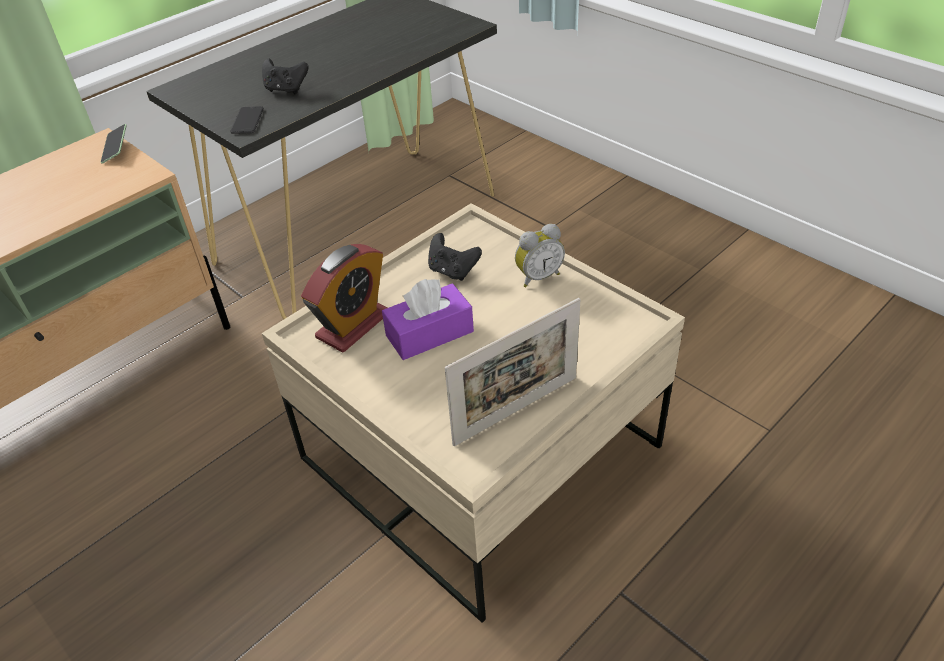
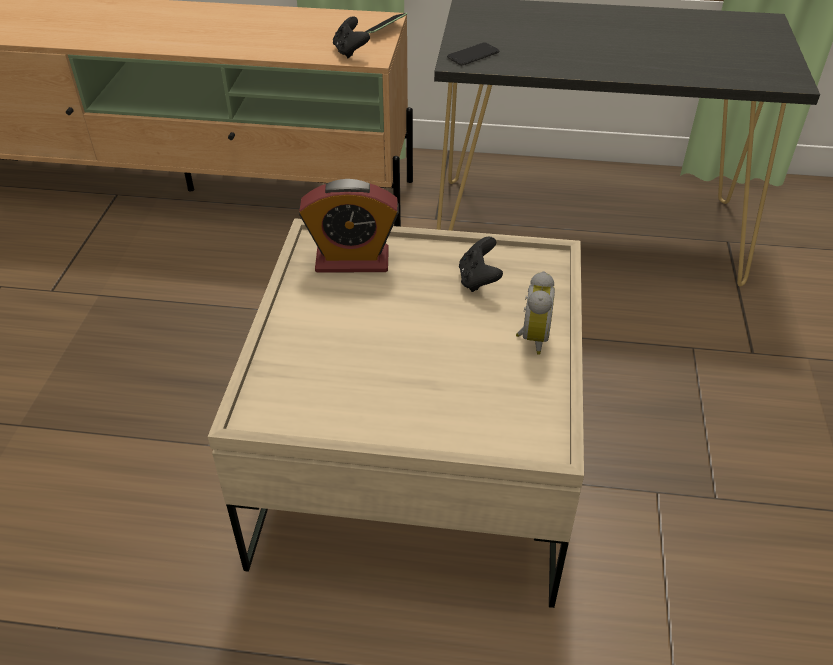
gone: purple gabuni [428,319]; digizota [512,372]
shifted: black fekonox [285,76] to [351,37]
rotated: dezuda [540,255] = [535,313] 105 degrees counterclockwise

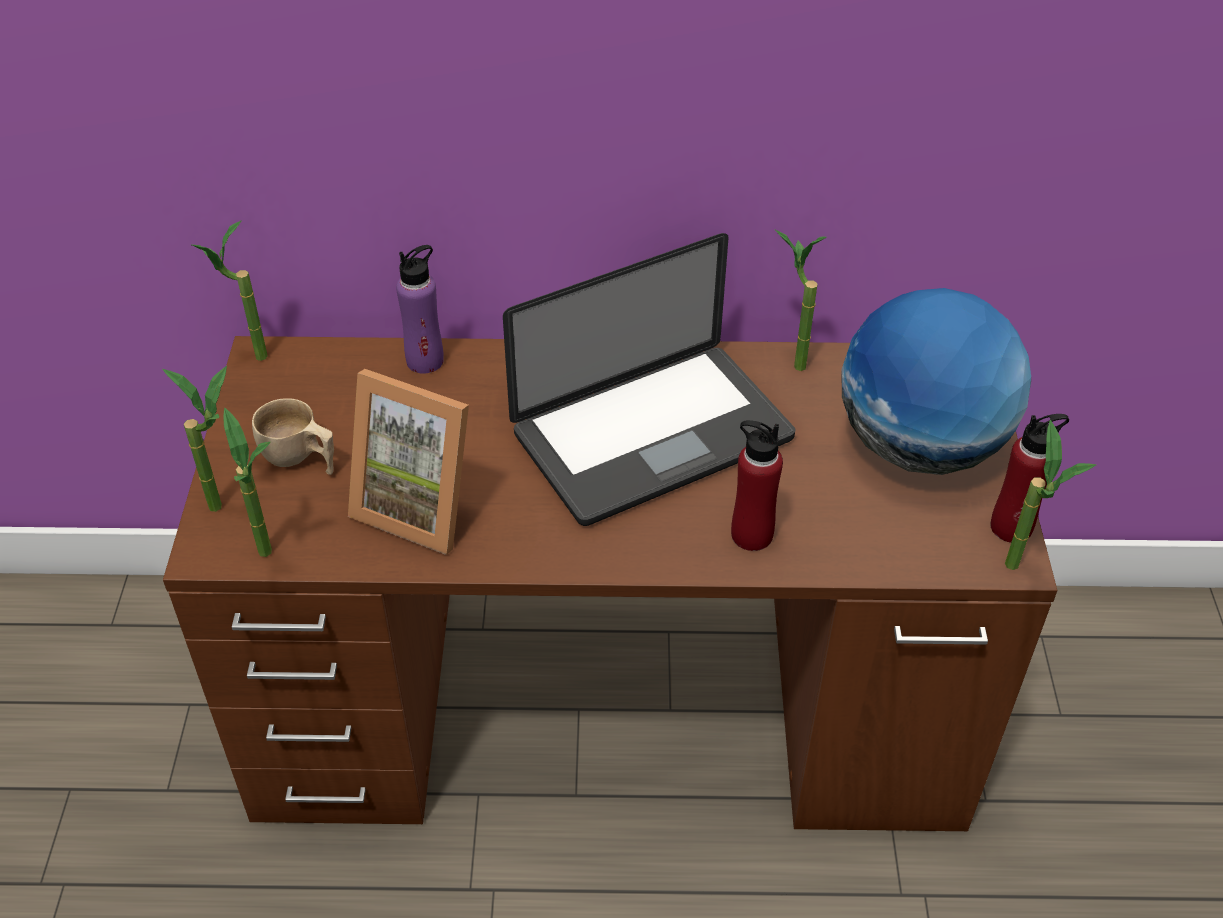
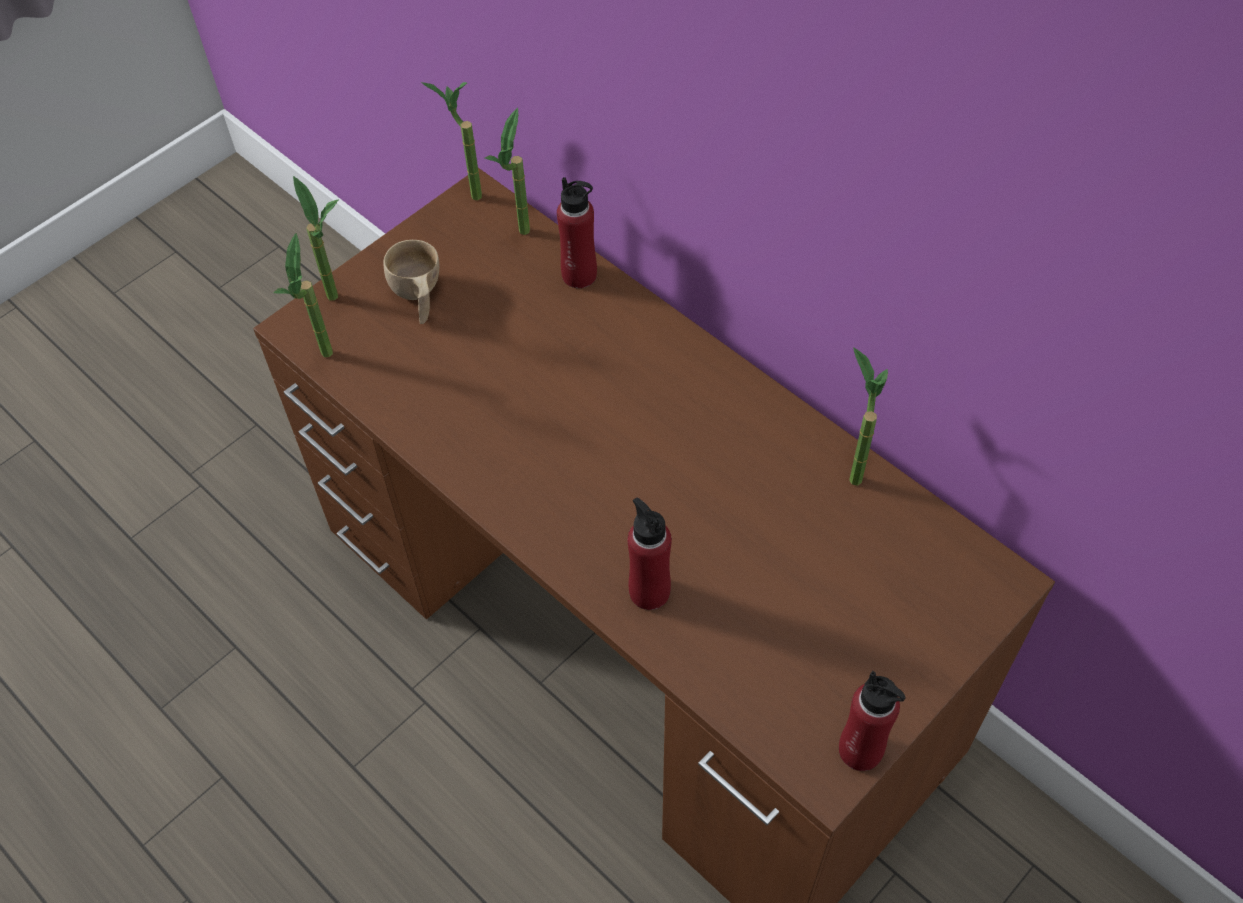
gone: digizota [408,462]; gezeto [649,379]; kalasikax [936,381]
shifted: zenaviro [1050,495] to [507,171]
repainted: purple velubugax [420,309] to red velubugax [577,232]

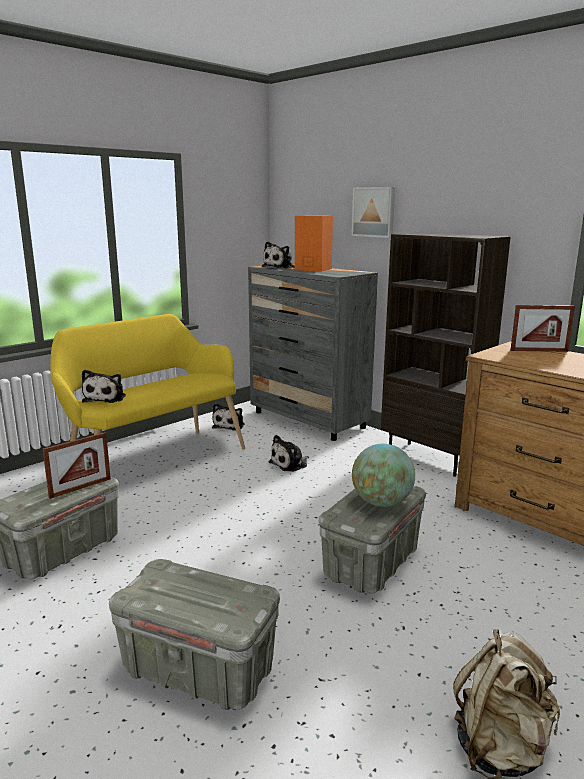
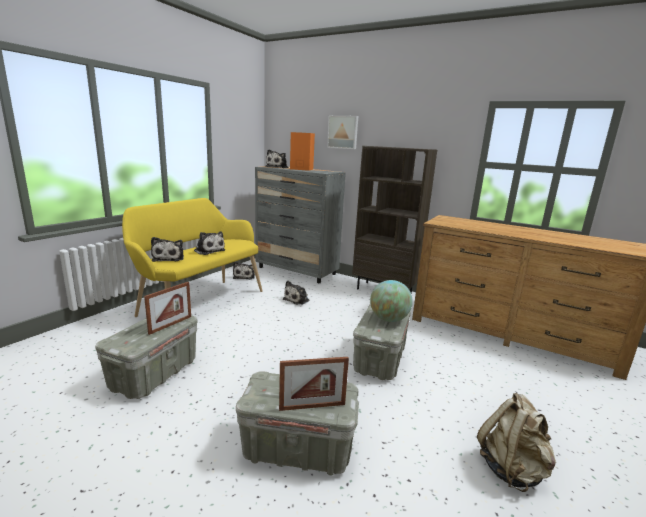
new: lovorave [209,243]
shifted: digizota [543,328] to [314,384]

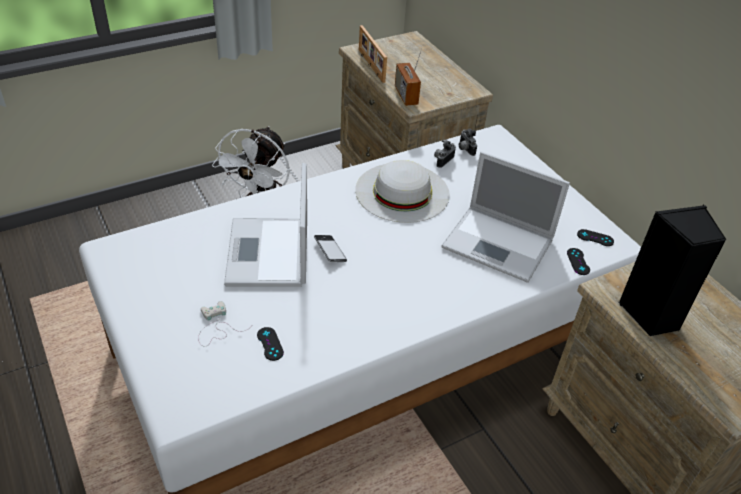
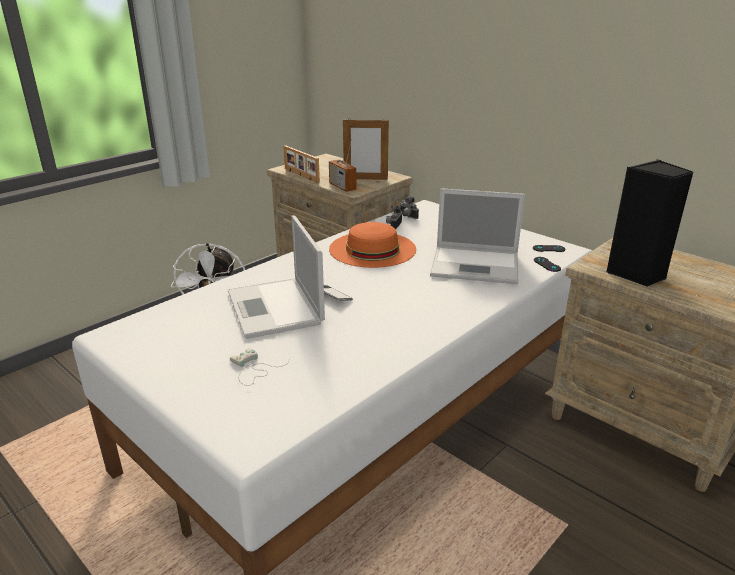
gone: black fekonox [270,344]
new: digizota [366,149]
repainted: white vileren [402,191] to orange vileren [372,245]

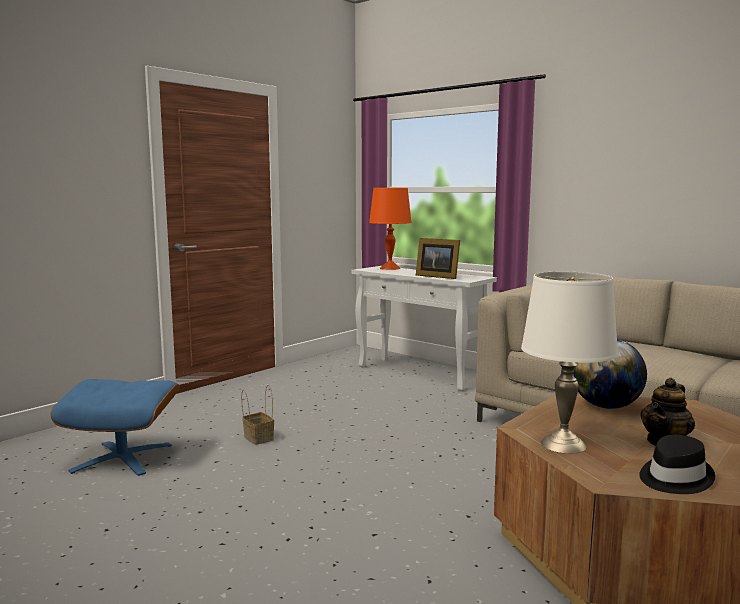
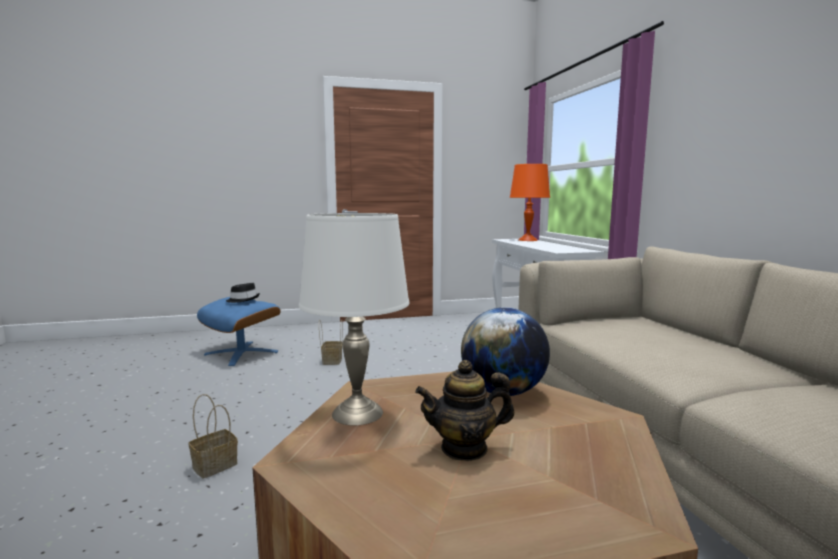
gone: digizota [438,258]
new: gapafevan [213,436]
shifted: black vileren [677,464] to [243,293]

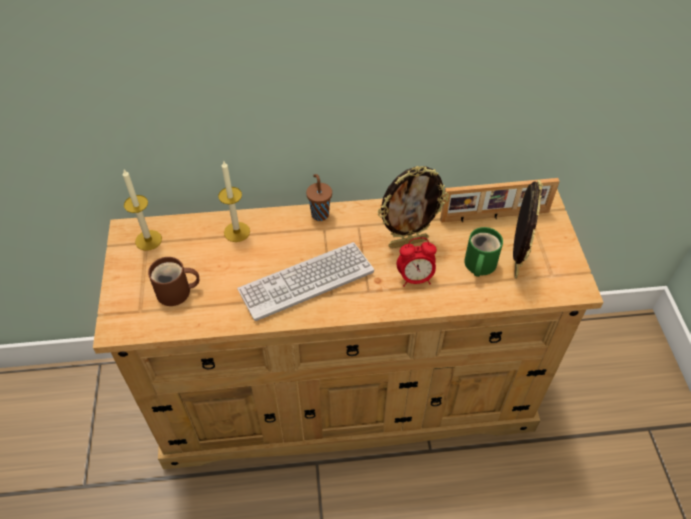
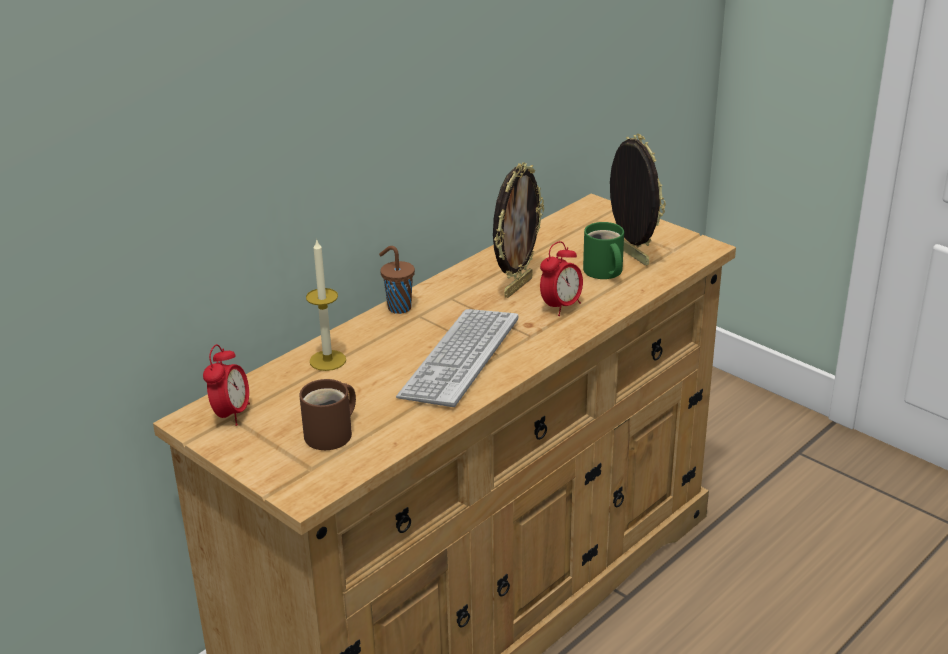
gone: digizota [500,200]
swapped: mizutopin [142,210] to dezuda [226,385]

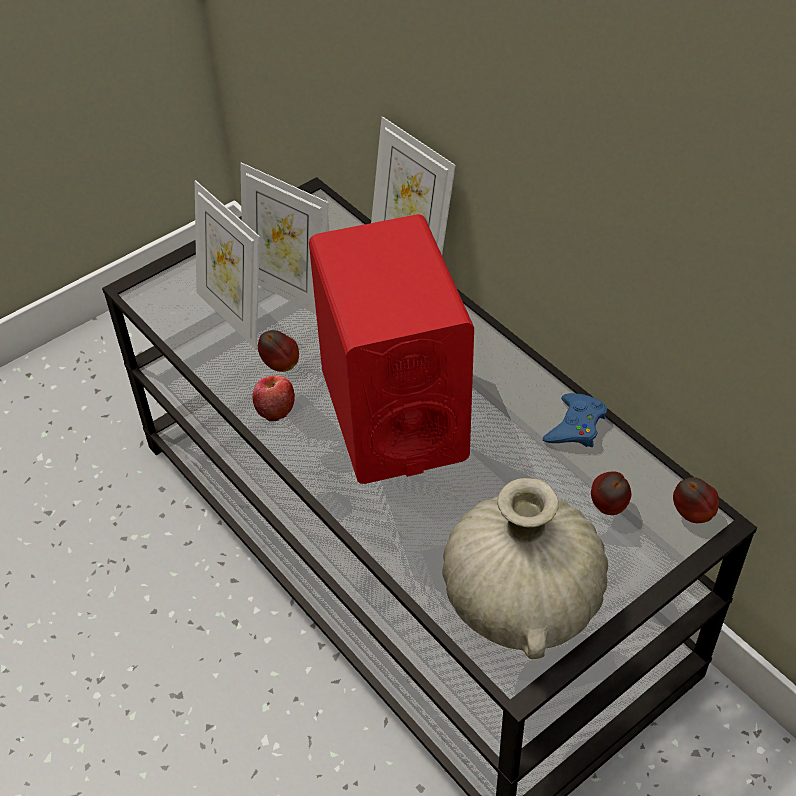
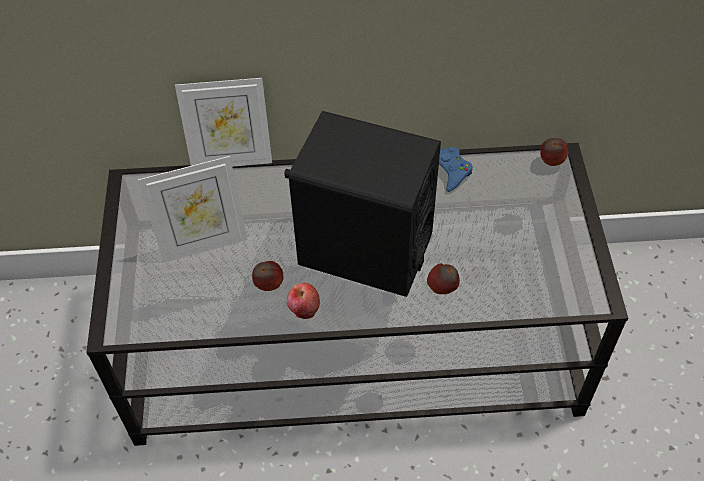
gone: digizota [227,264]; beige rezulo [525,568]
shifted: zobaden [611,493] to [443,279]
repainted: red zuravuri [391,349] to black zuravuri [362,204]

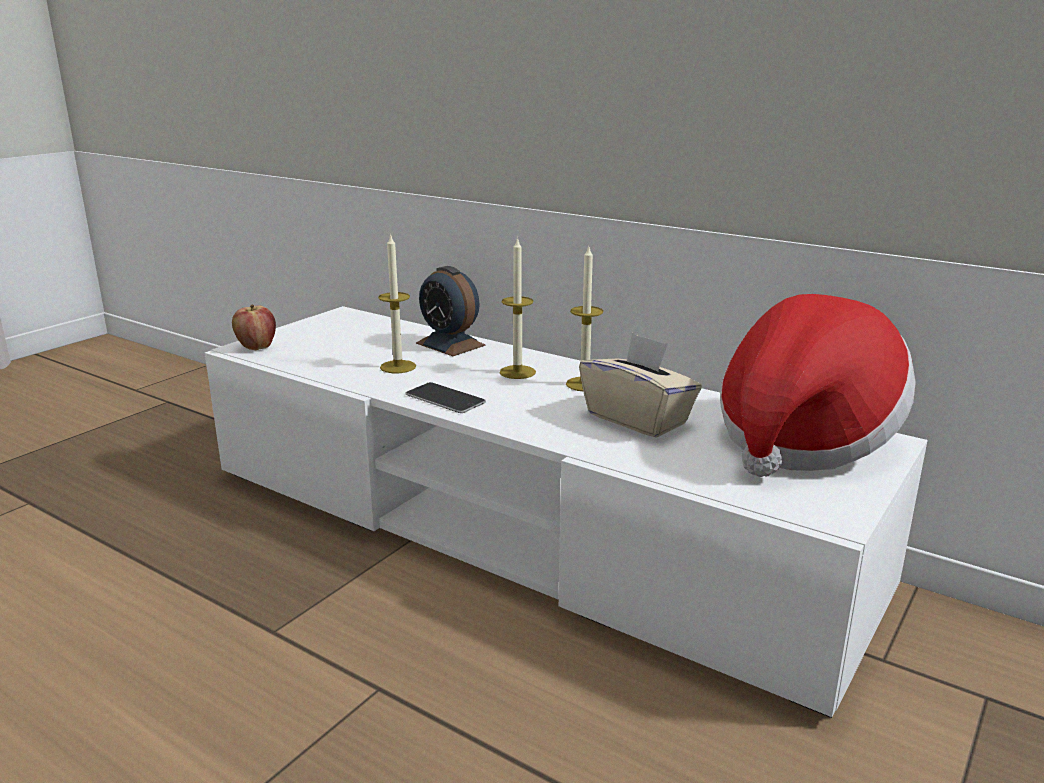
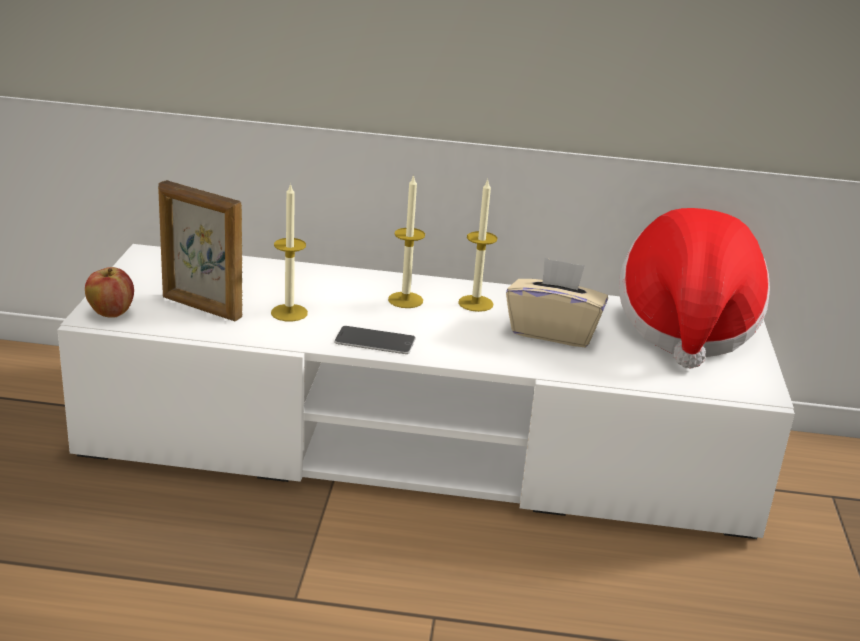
gone: dezuda [450,311]
new: digizota [200,250]

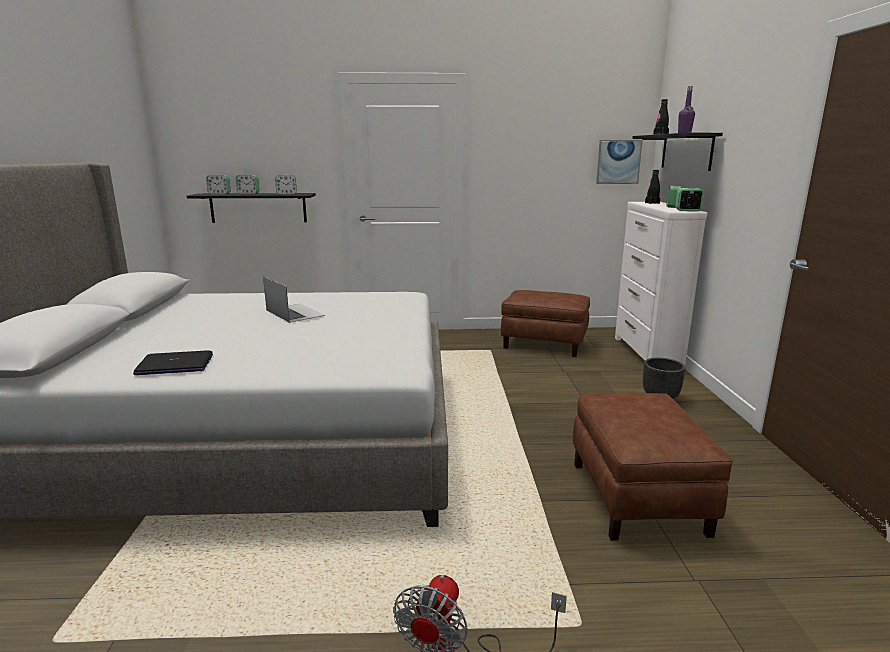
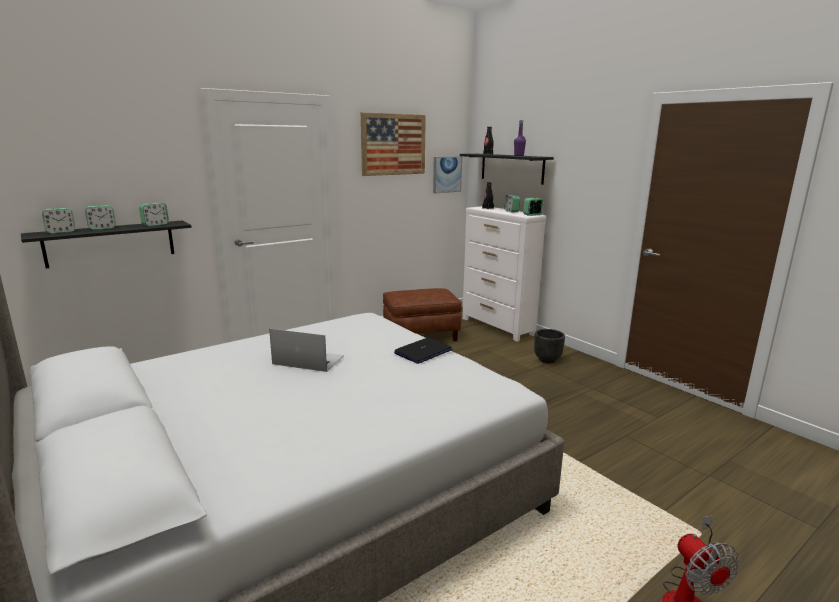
gone: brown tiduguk [653,467]
new: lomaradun [393,144]
shifted: gezeto [173,362] to [423,351]

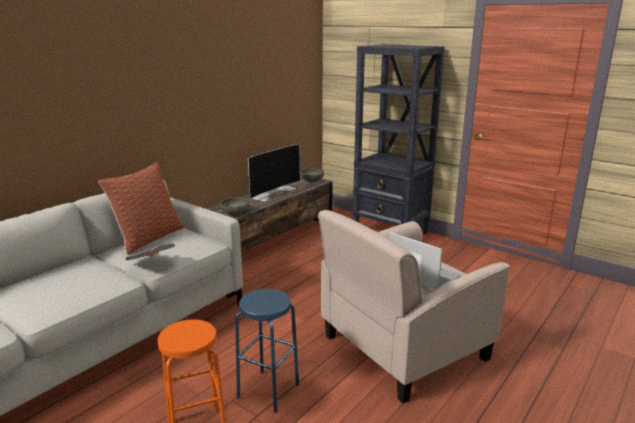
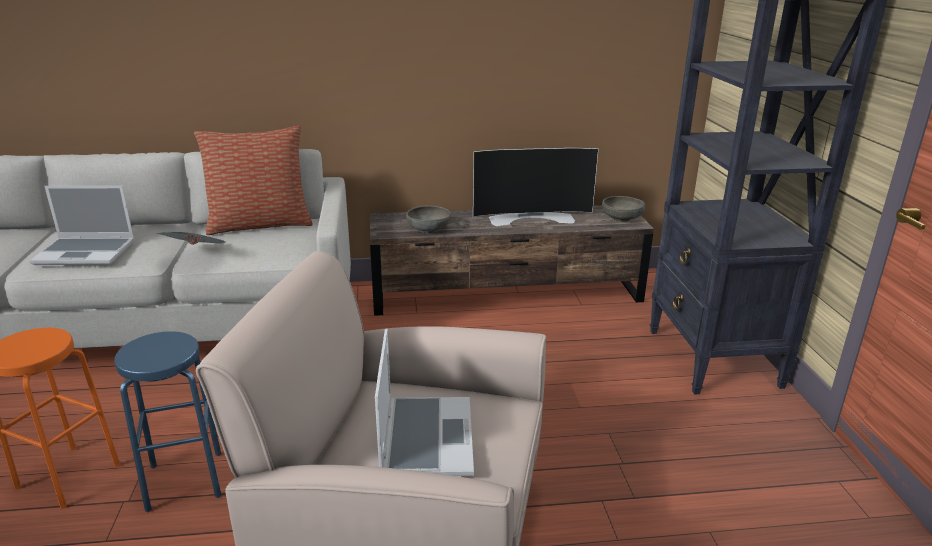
new: gezeto [82,225]

